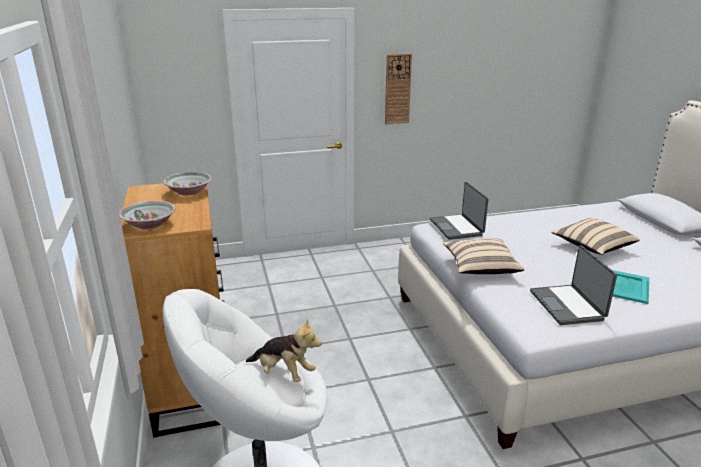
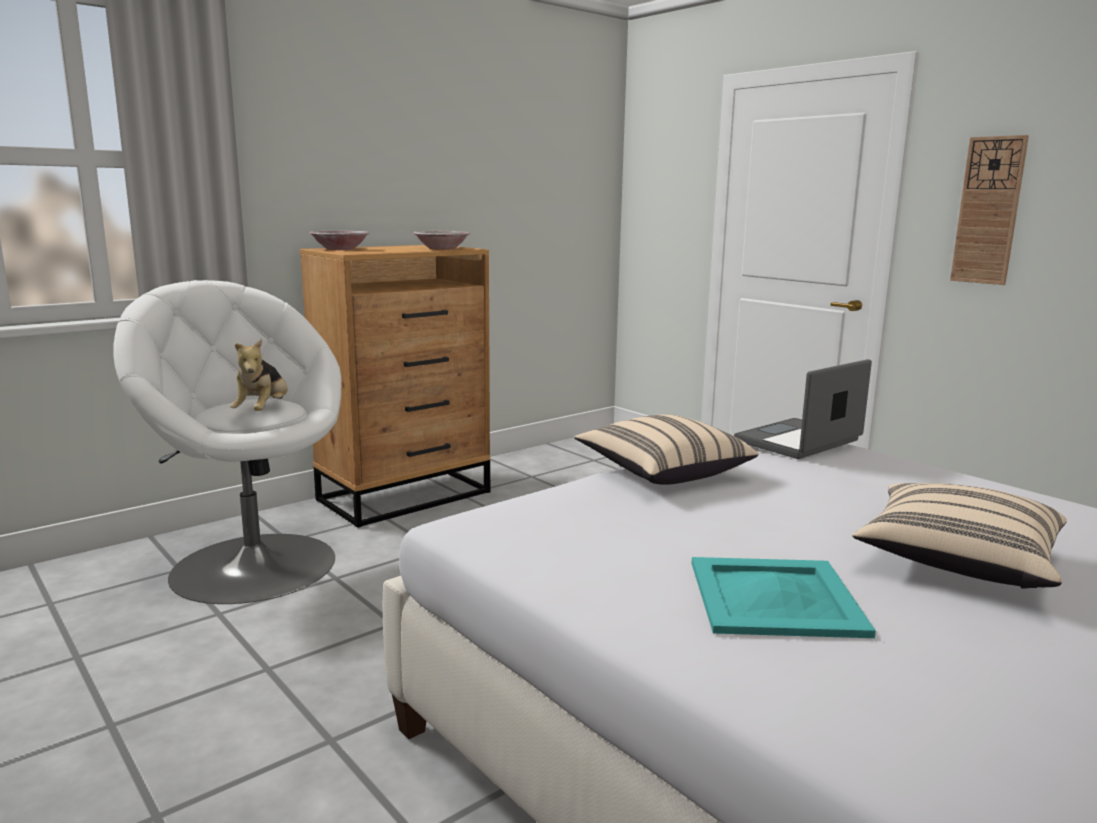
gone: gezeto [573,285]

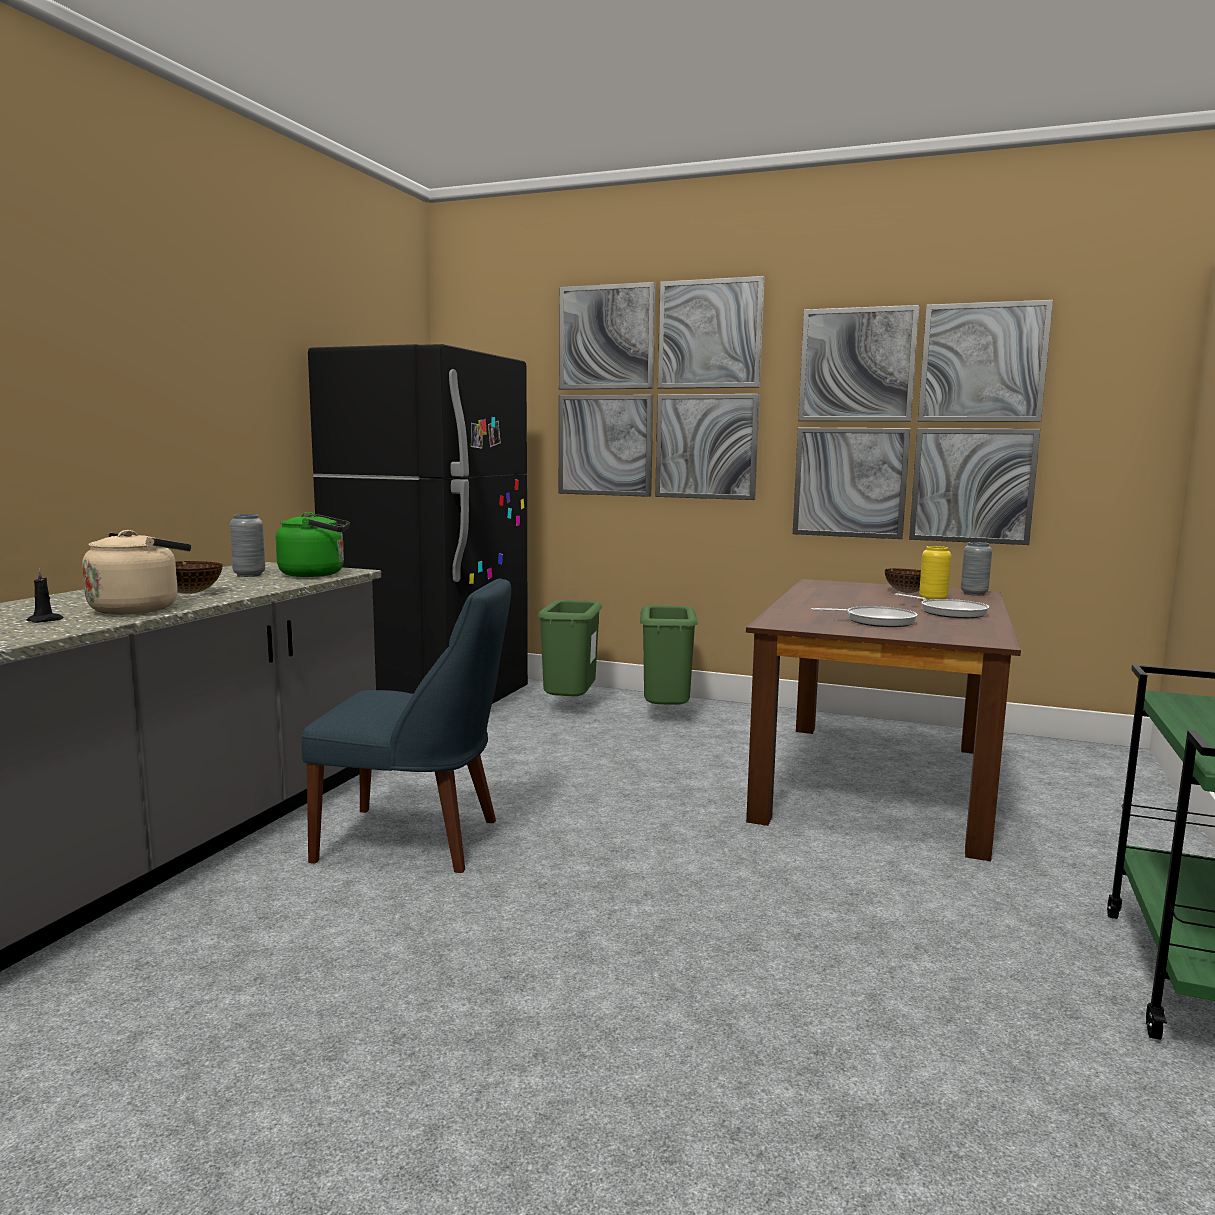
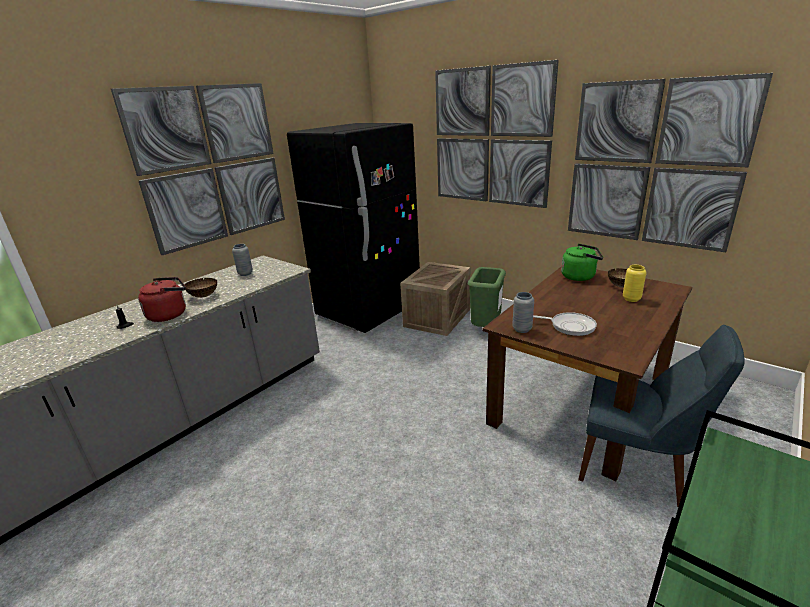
gone: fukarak [942,606]
new: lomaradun [198,169]
shifted: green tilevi [313,544] to [582,262]; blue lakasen [406,725] to [661,416]; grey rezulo [976,569] to [523,312]
swapped: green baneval [569,648] to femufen [435,299]
repainted: beige tilevi [136,572] to red tilevi [162,299]

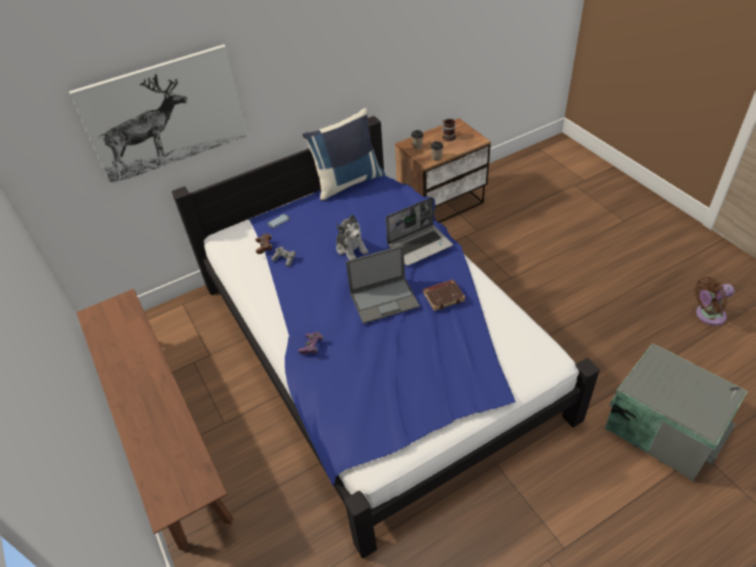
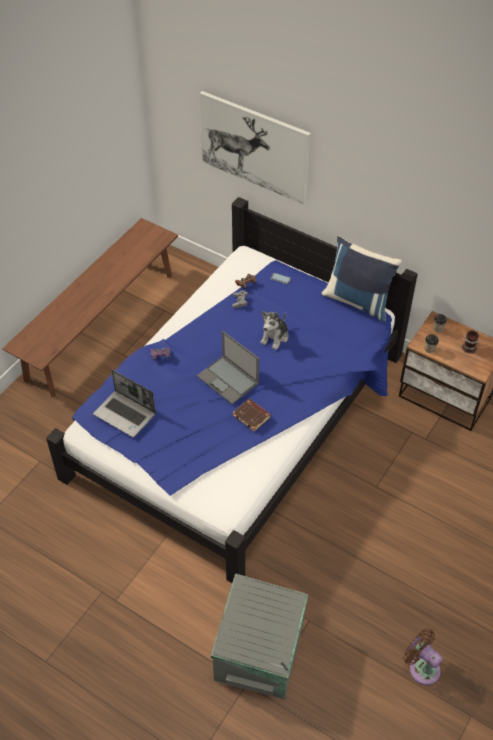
shifted: gezeto [419,231] to [124,403]

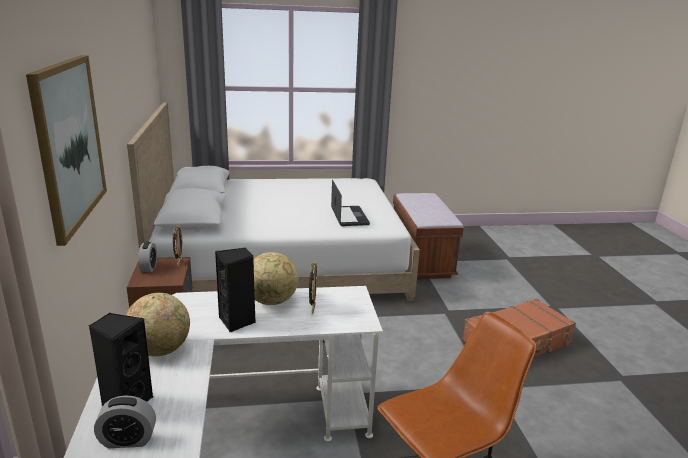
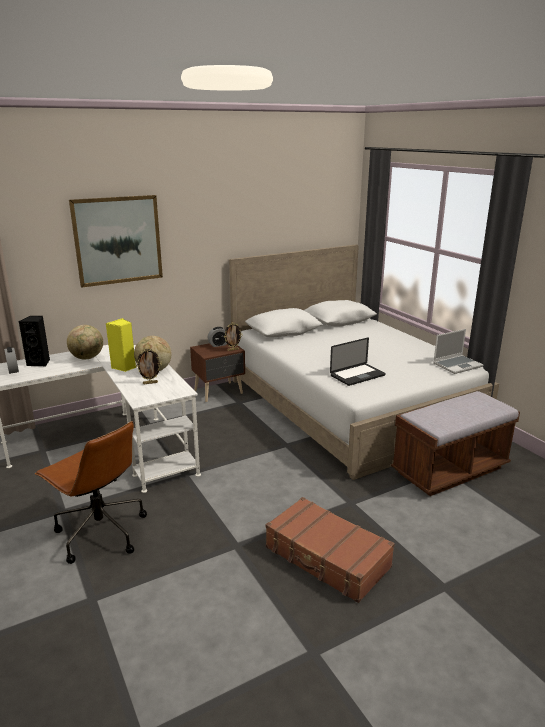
new: gezeto [458,351]
repainted: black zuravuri [235,290] to yellow zuravuri [121,345]

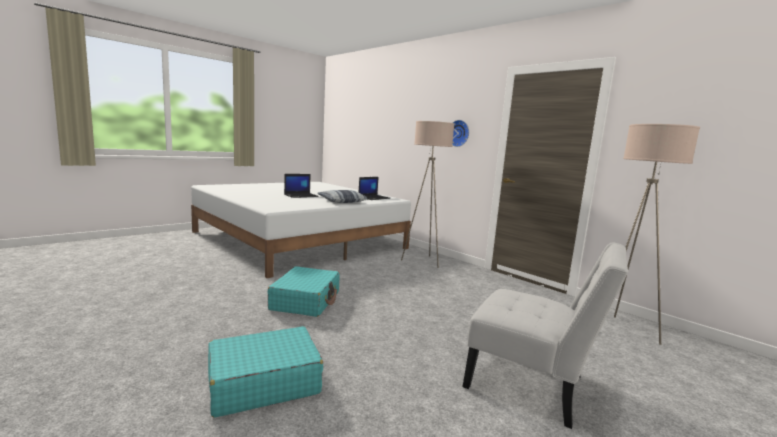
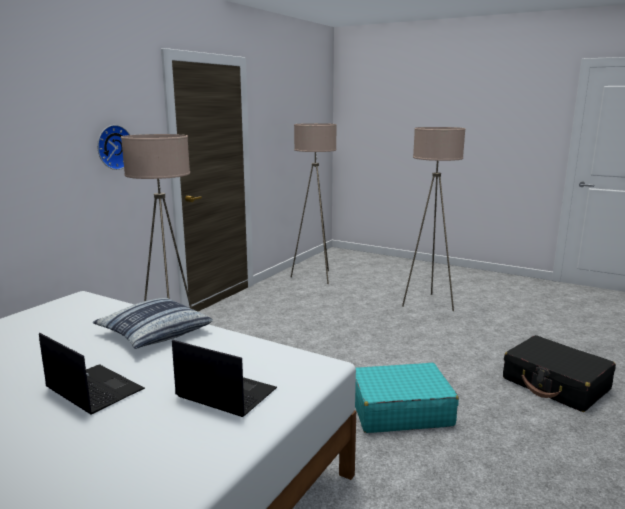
shifted: gezeto [374,188] to [224,378]
swapped: white lakasen [545,335] to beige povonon [434,219]
repainted: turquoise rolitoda [265,372] to black rolitoda [559,373]

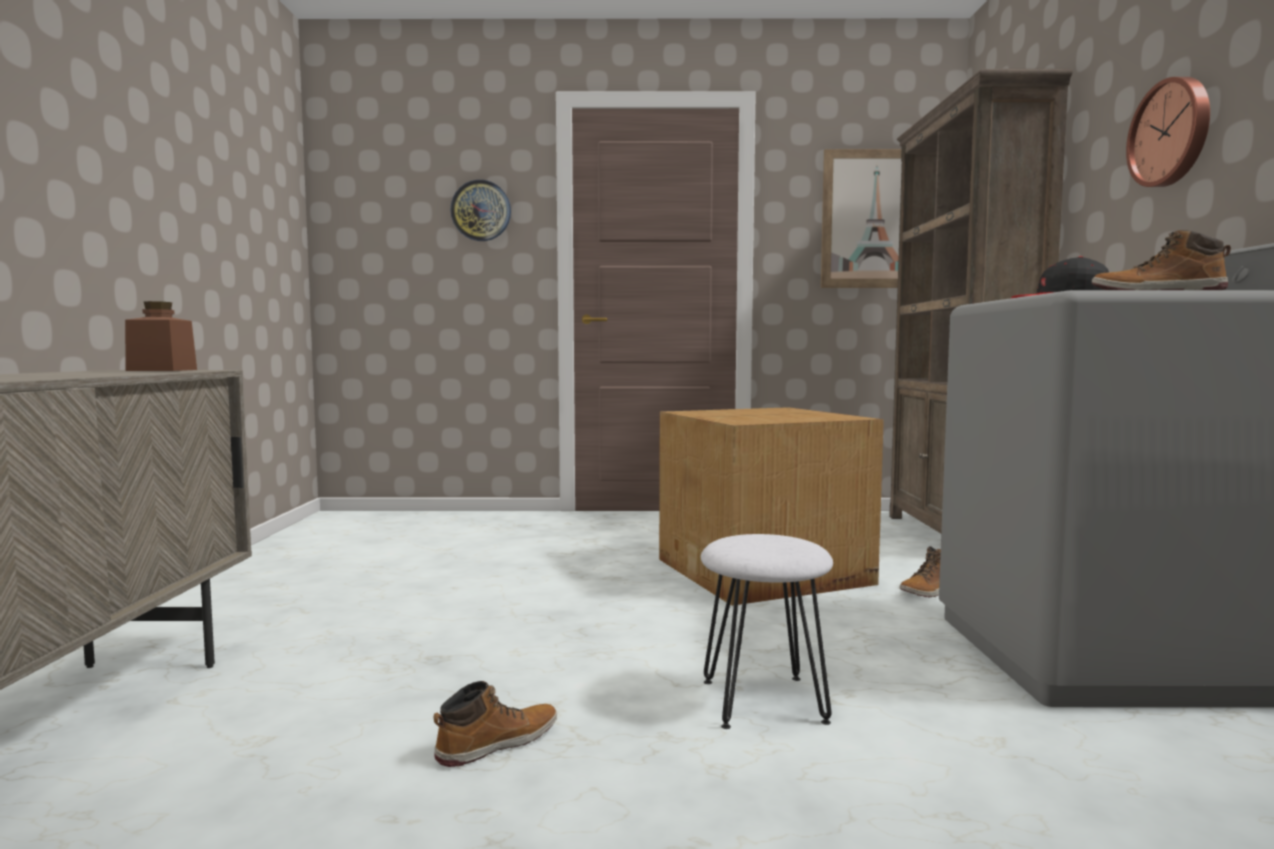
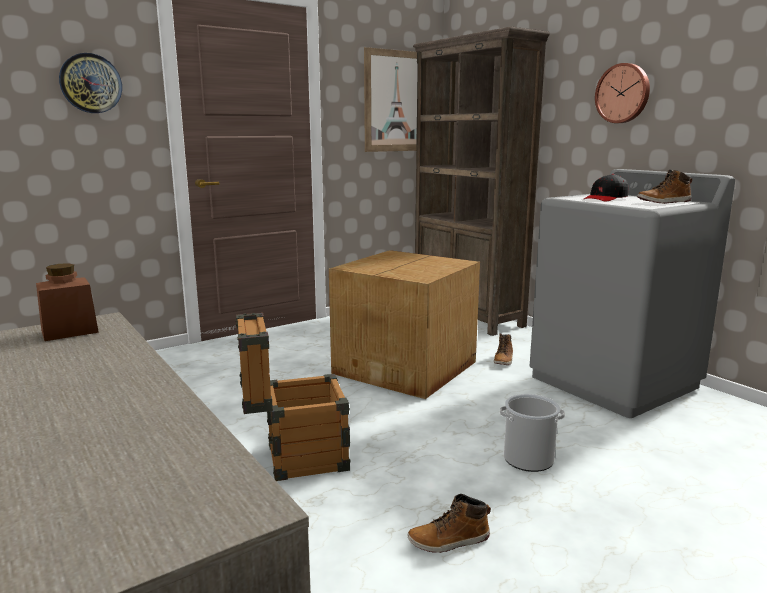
new: femufen [293,397]
swapped: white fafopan [767,631] to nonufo [532,433]
rotated: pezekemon [495,724] = [449,523] 120 degrees counterclockwise

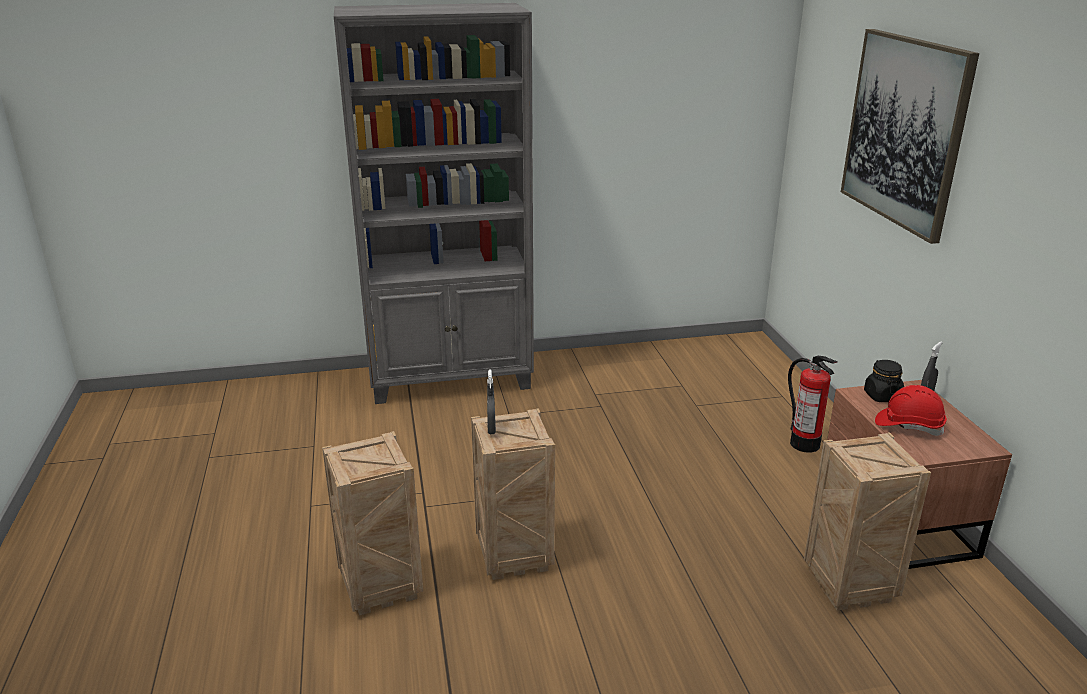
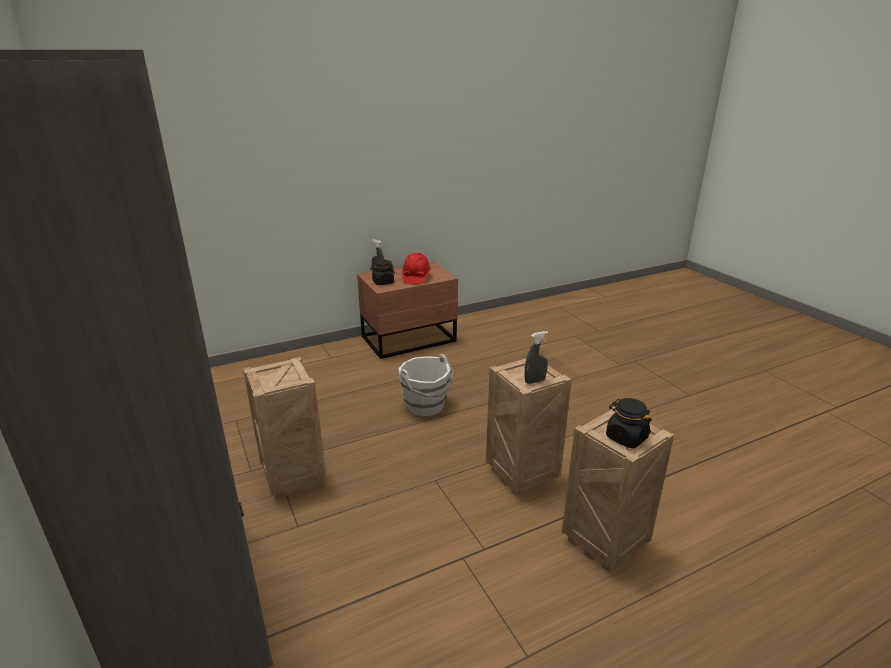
gone: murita [812,404]; lomaradun [910,136]
new: white nonufo [426,385]; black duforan [629,423]
shifted: femufen [867,521] to [285,428]

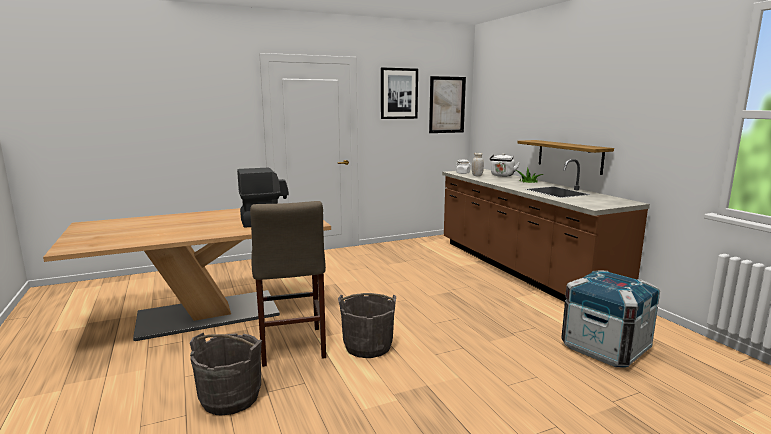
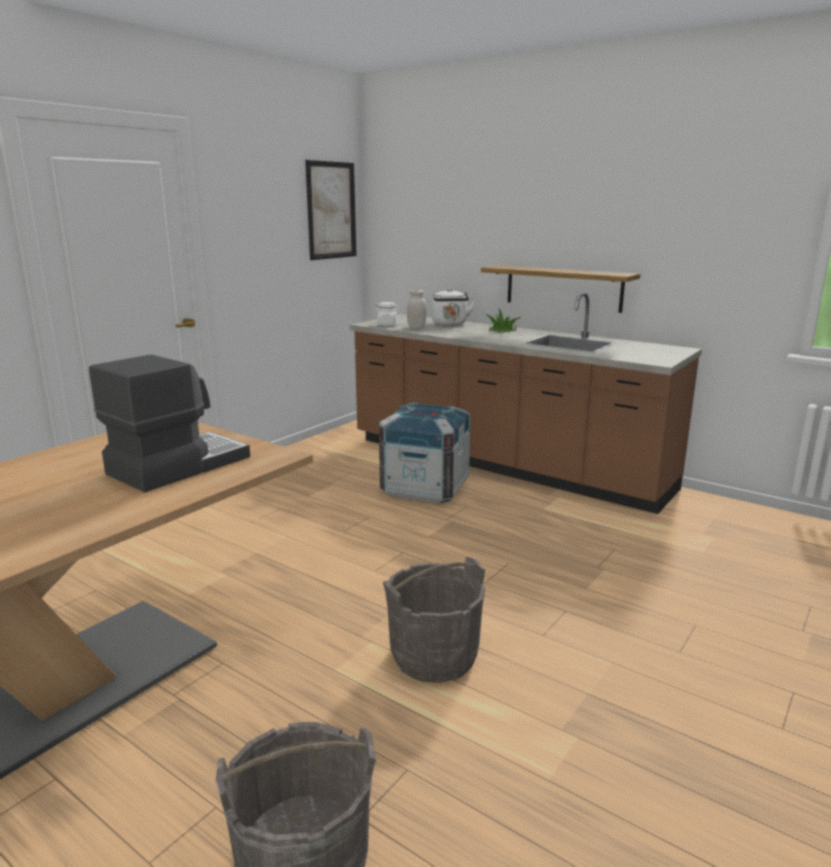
gone: beige fafopan [288,284]; lomaradun [399,93]
shifted: femufen [610,319] to [425,453]

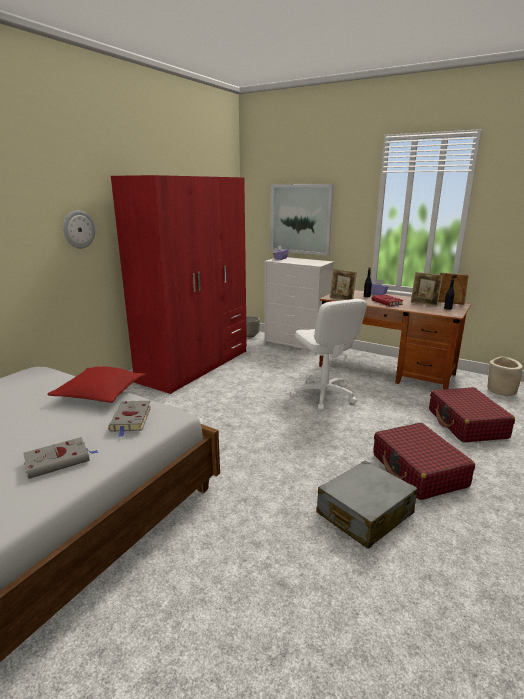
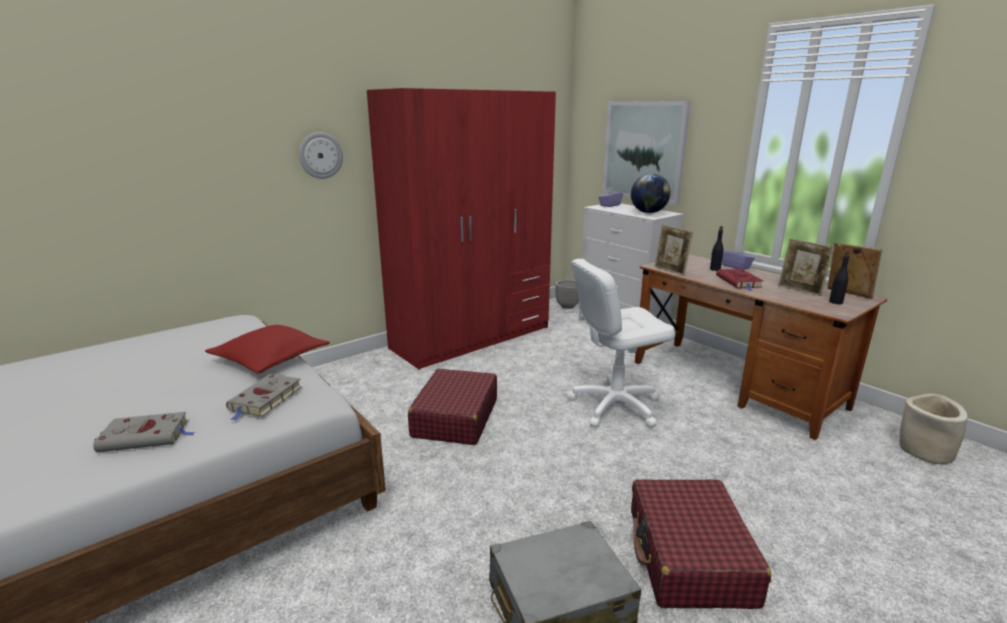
new: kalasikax [651,193]
shifted: red rolitoda [472,415] to [452,407]
rotated: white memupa [328,354] = [621,343] 75 degrees clockwise

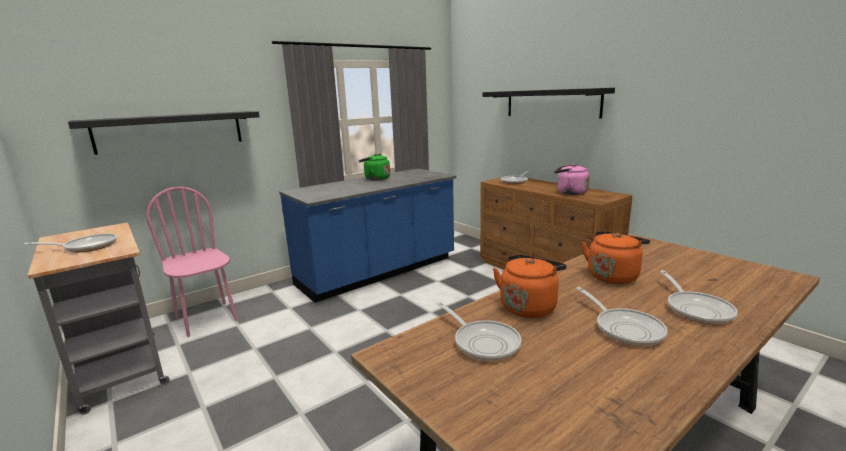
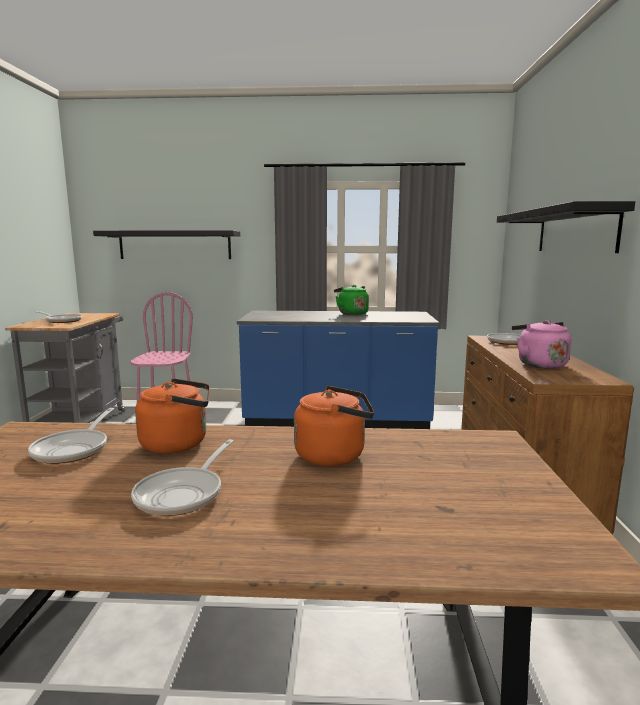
gone: fukarak [699,297]

